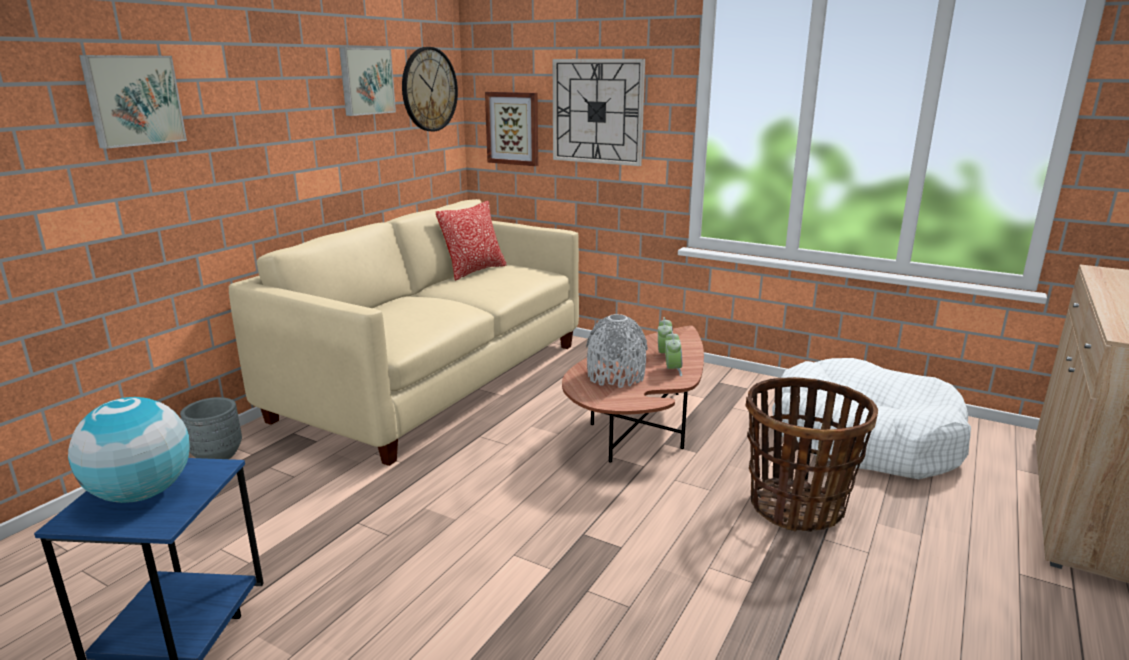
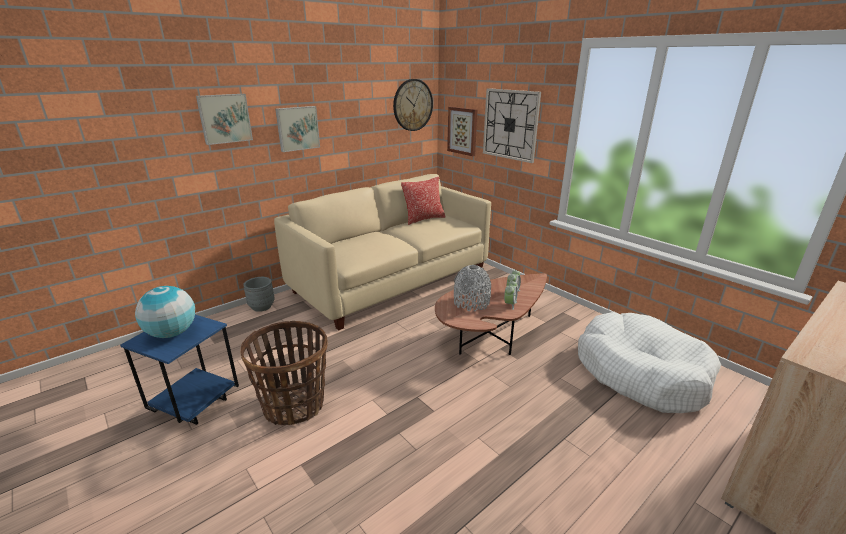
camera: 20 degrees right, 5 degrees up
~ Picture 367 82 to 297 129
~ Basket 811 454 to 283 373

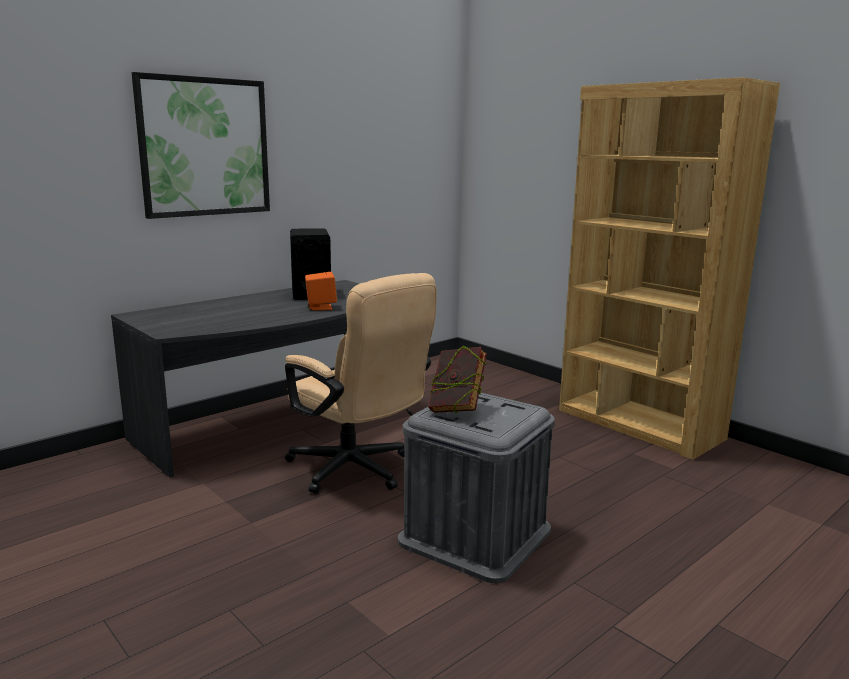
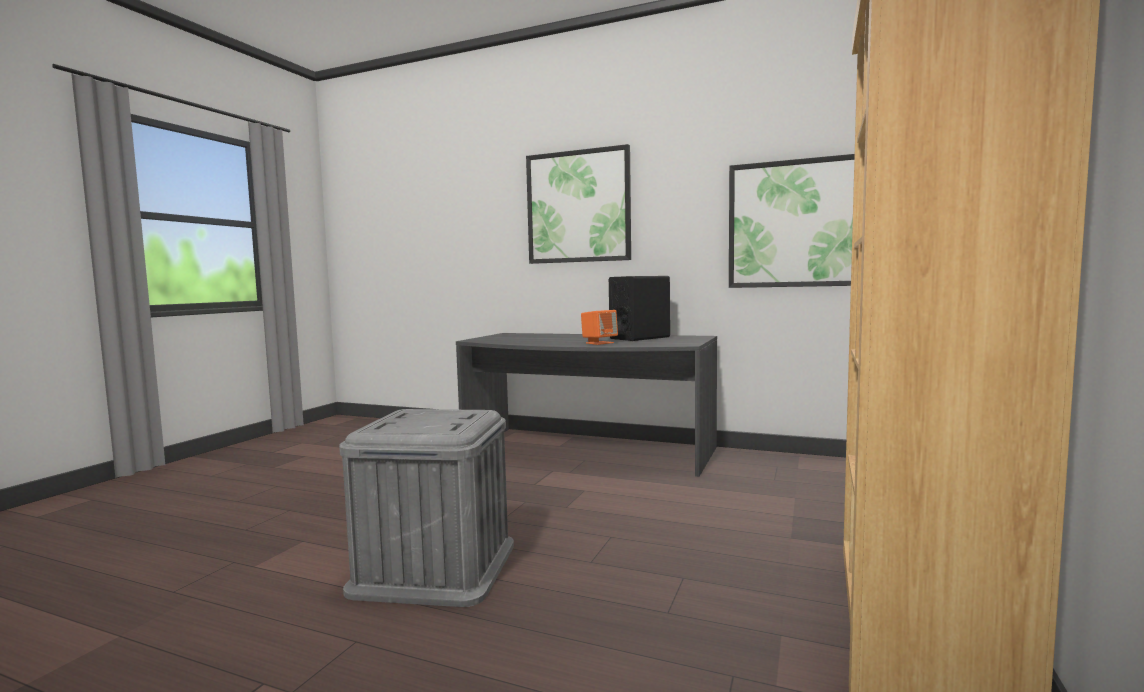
camera: 65 degrees right, 10 degrees down
- BeigeOfficeChair 361 383
- Book 457 379
+ Picture 792 221

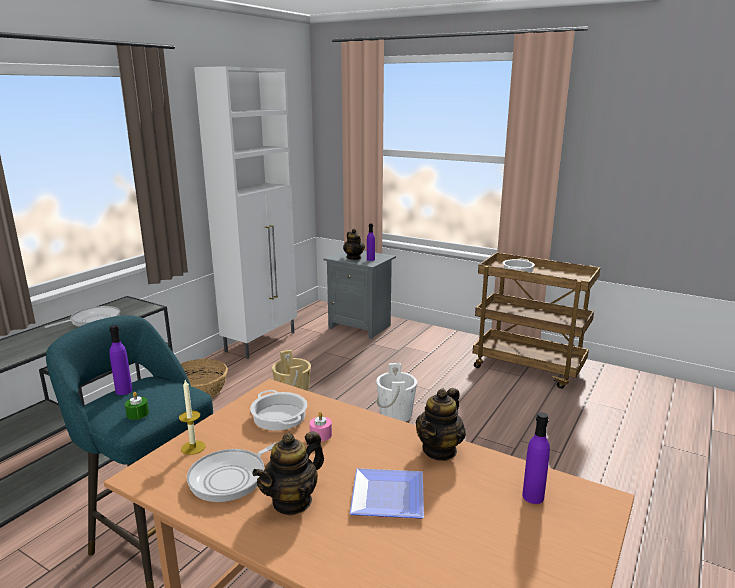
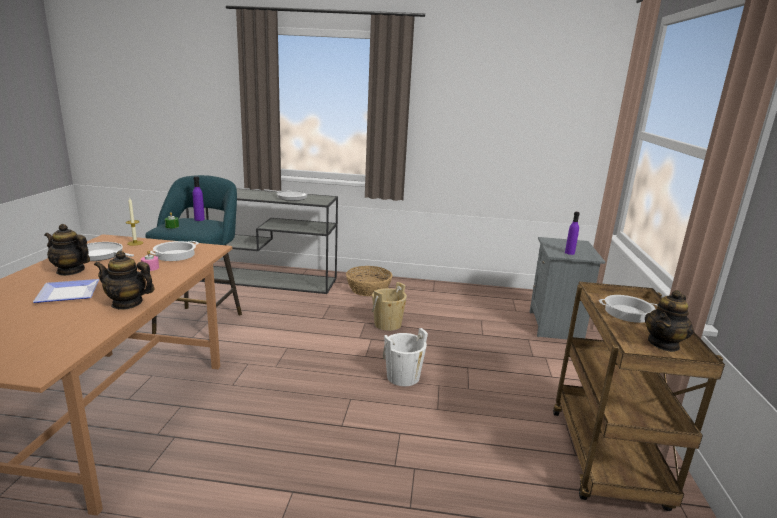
camera: 65 degrees right, 0 degrees up
- WhiteCabinet 245 212
- PurpleBottle 536 458
~ Teapot 354 244 to 669 321

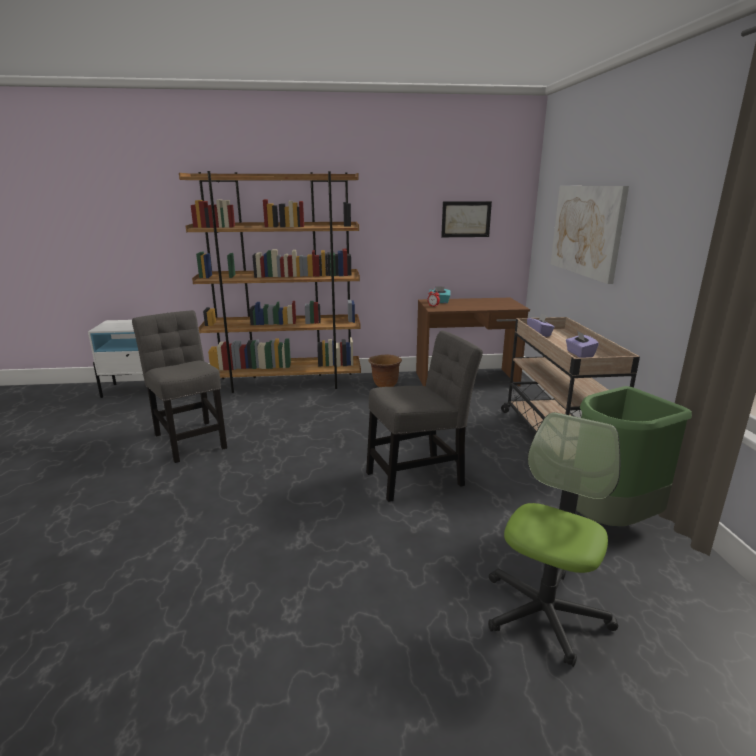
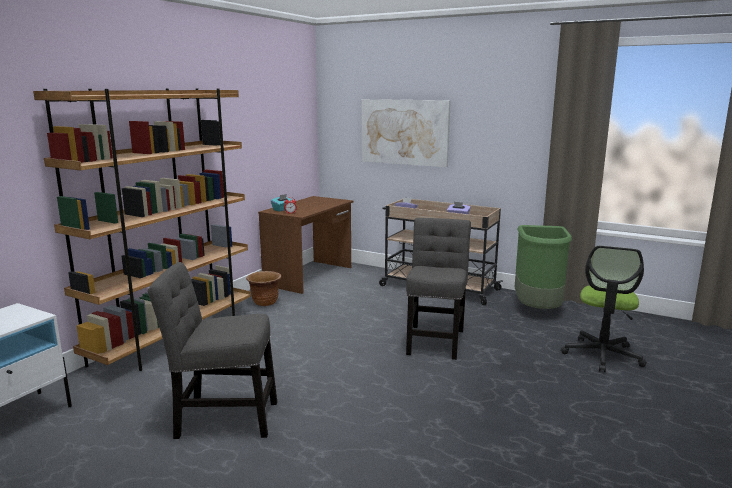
camera: 55 degrees left, 5 degrees down
- Picture 466 219
~ OfficeChair 554 539 = 604 309 135 degrees counterclockwise

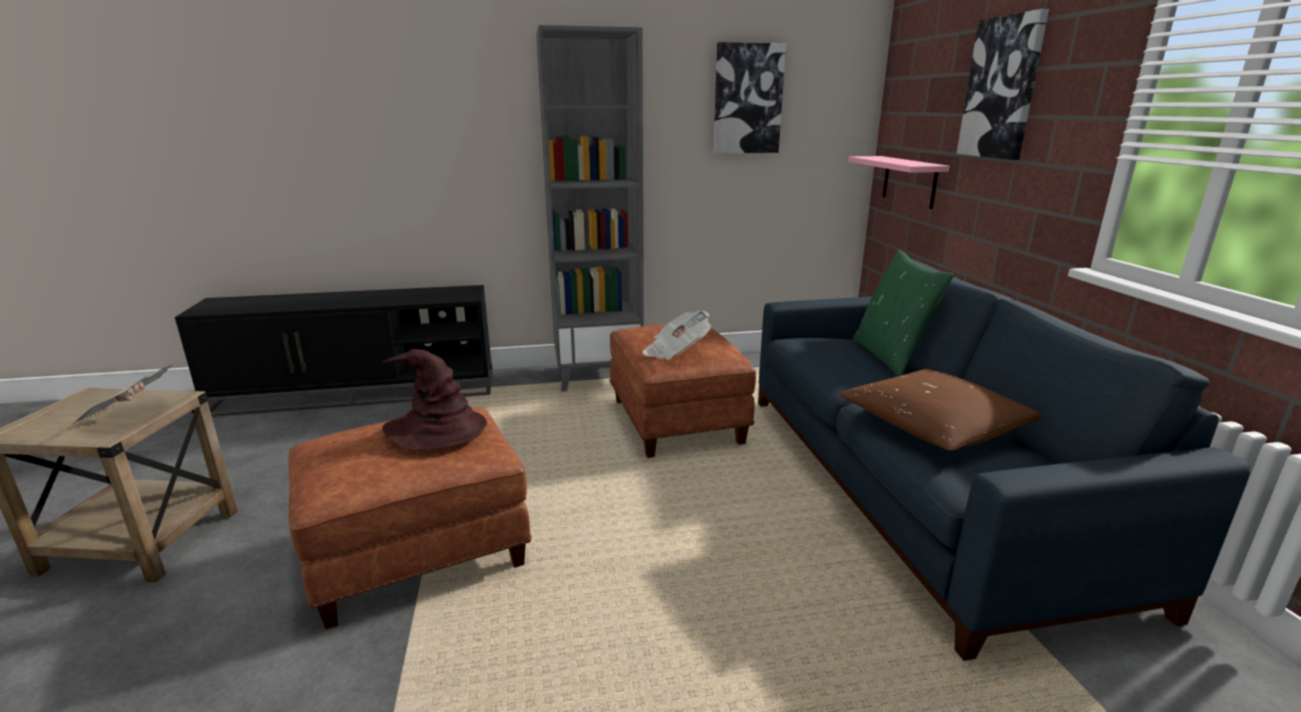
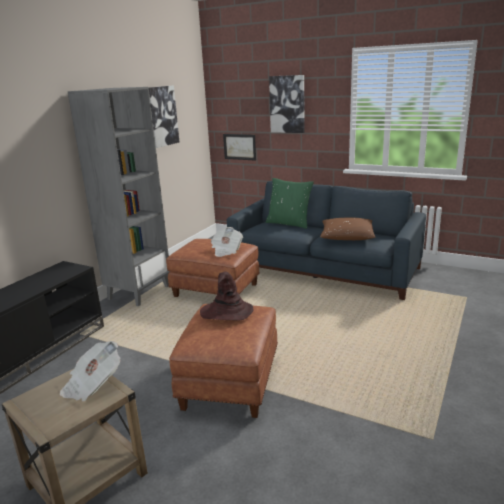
camera: 50 degrees left, 0 degrees up
~ PinkShelf 898 182 to Picture 239 147

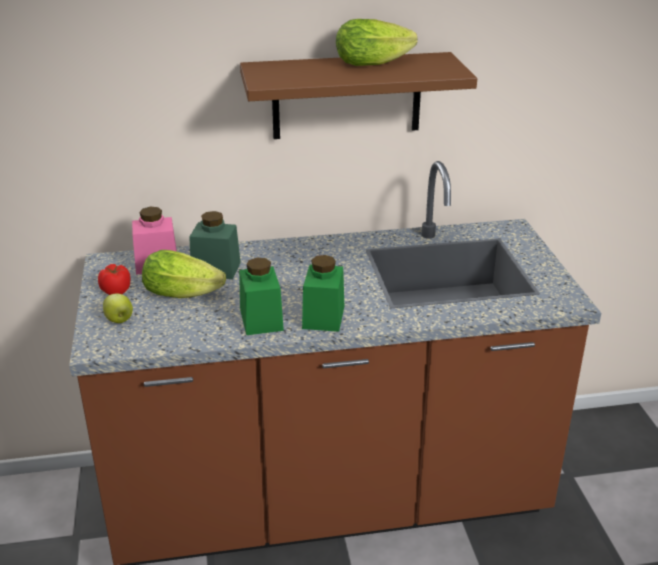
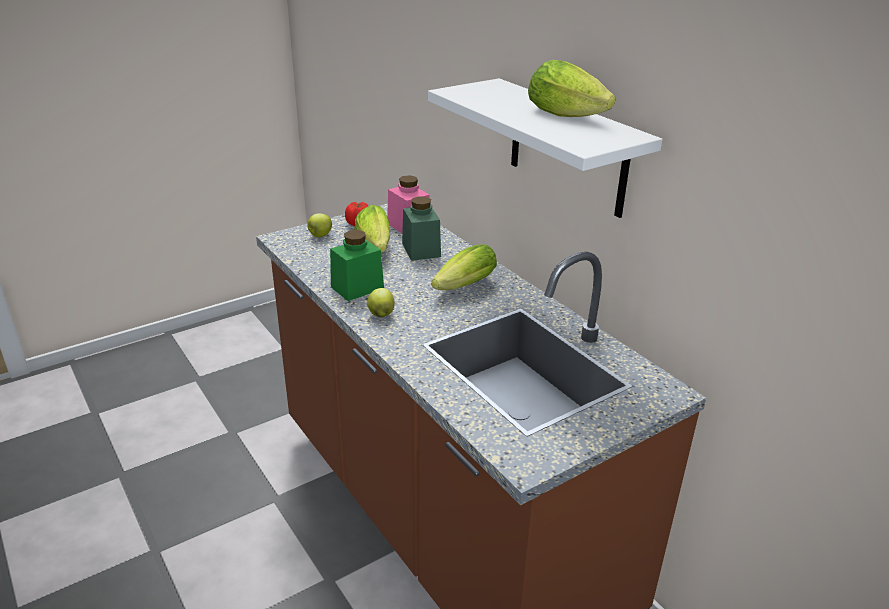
camera: 65 degrees right, 0 degrees up
+ Lettuce 464 267
~ GreenJar 323 293 to Apple 381 302
~ BrownShelf 358 95 to WhiteShelf 545 148

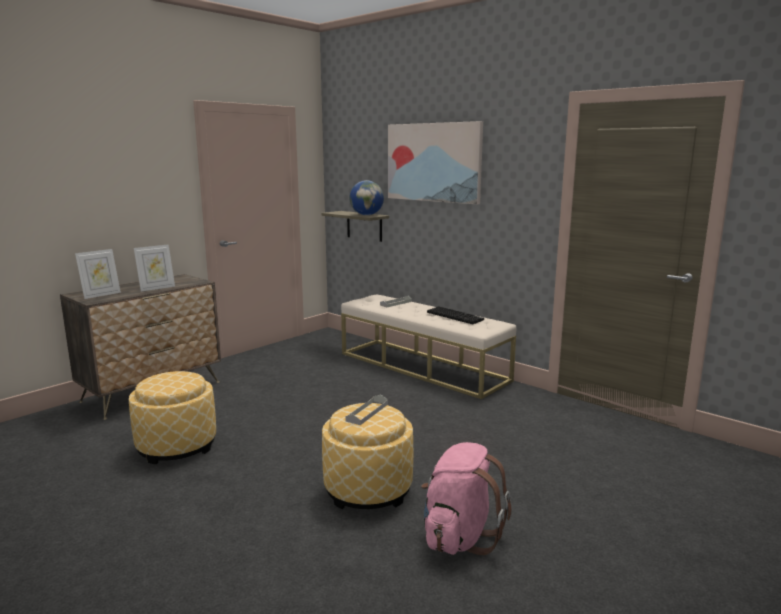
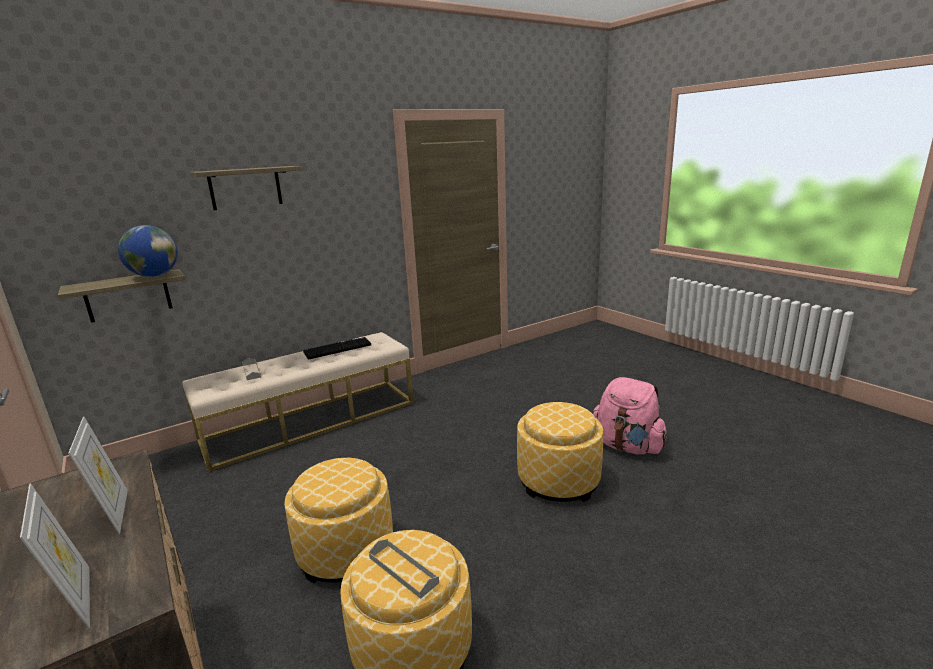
camera: 75 degrees left, 5 degrees up
+ Ottoman 338 521
~ GreyTray 366 409 to 404 569
~ Picture 435 162 to Shelf 246 188

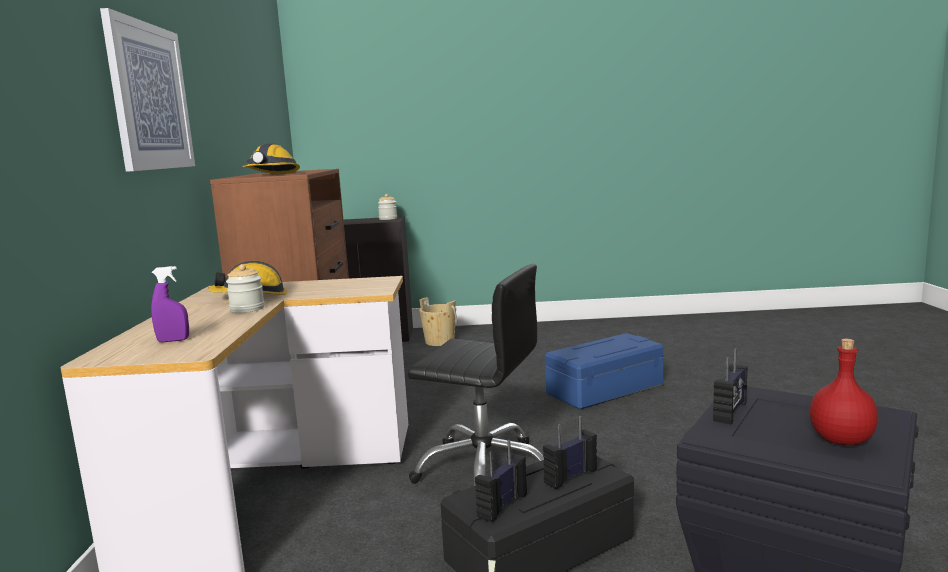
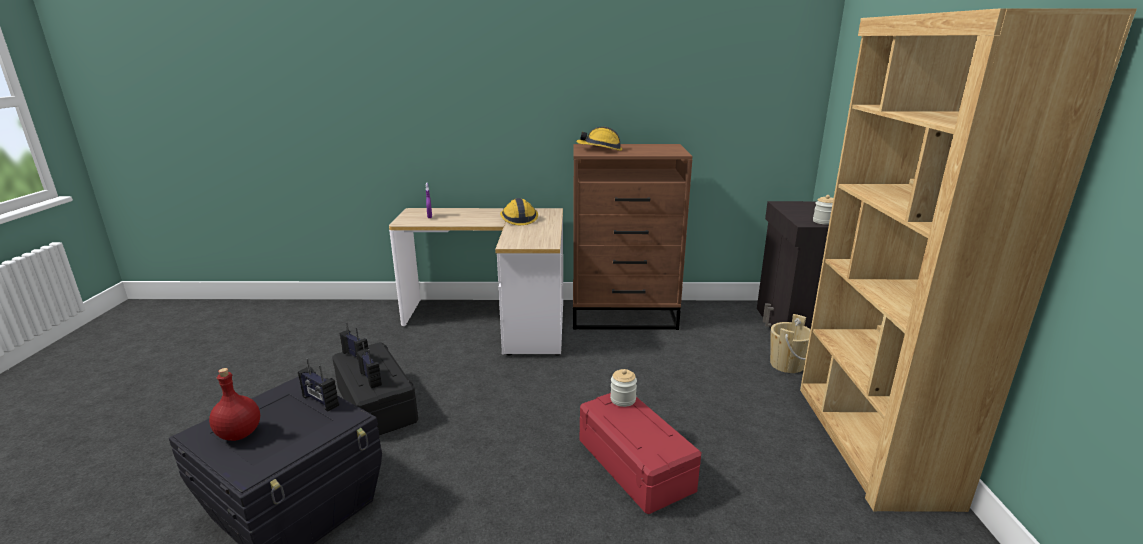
camera: 90 degrees right, 10 degrees up
- Picture 147 90
- BlackOfficeChair 476 375
+ BrownBookcase 968 260
~ Jar 245 288 to 623 388
~ BlueStorageBox 604 371 to RedStorageBox 640 453

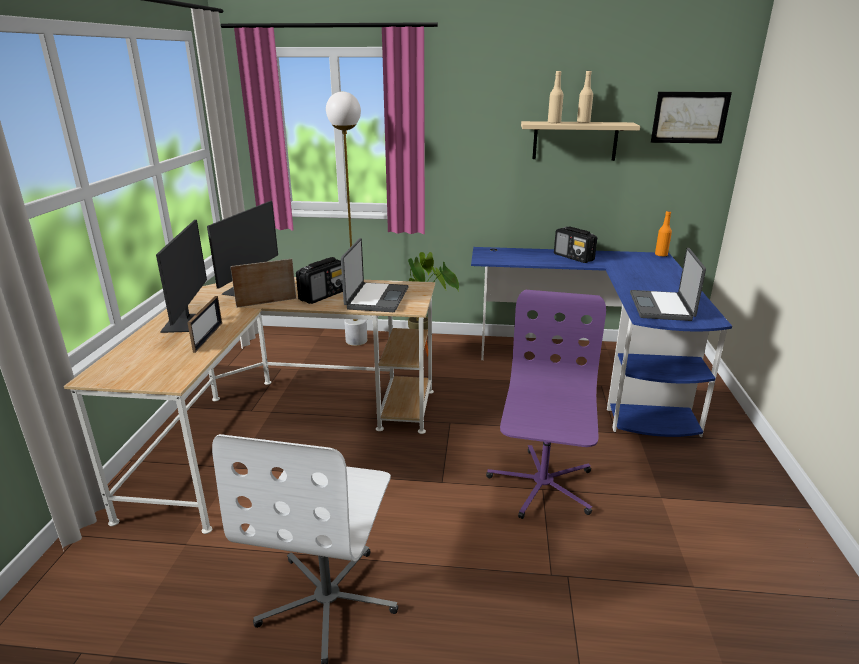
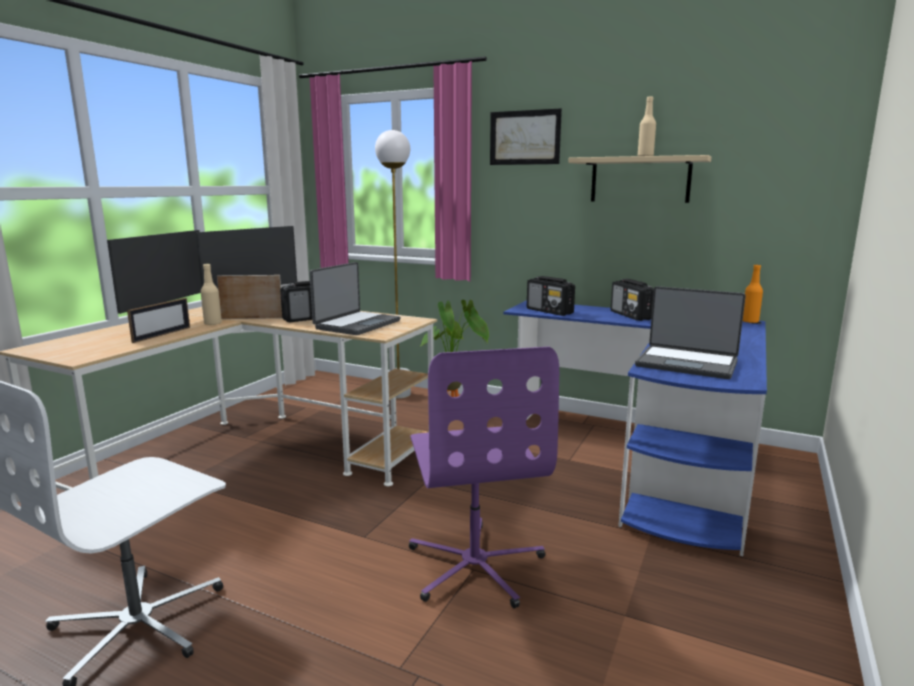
camera: 20 degrees right, 10 degrees down
+ Radio 551 296
~ BeigeBottle 555 97 to 211 294
~ Picture 691 118 to 526 136
~ PurpleOfficeChair 546 404 = 484 477 135 degrees clockwise
~ Laptop 668 284 = 690 332 90 degrees counterclockwise

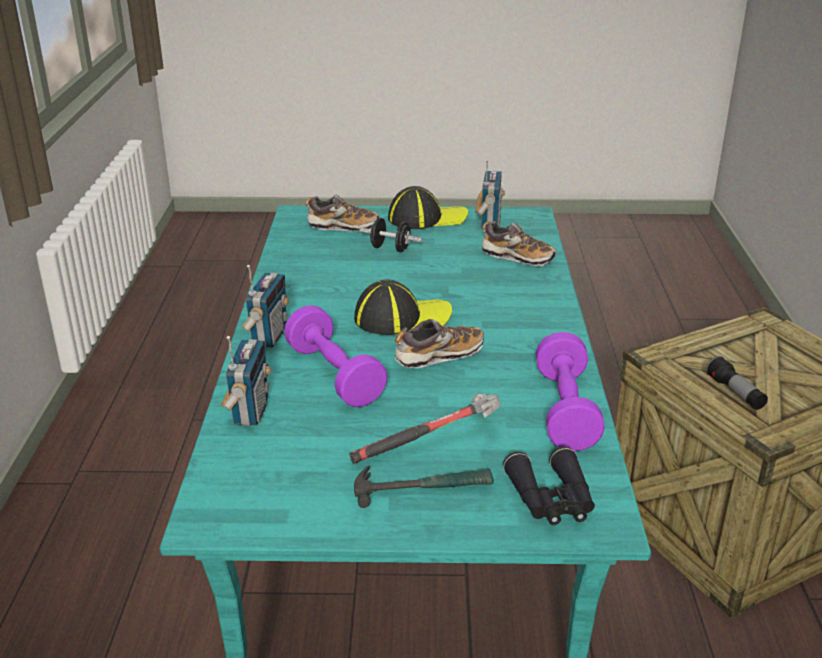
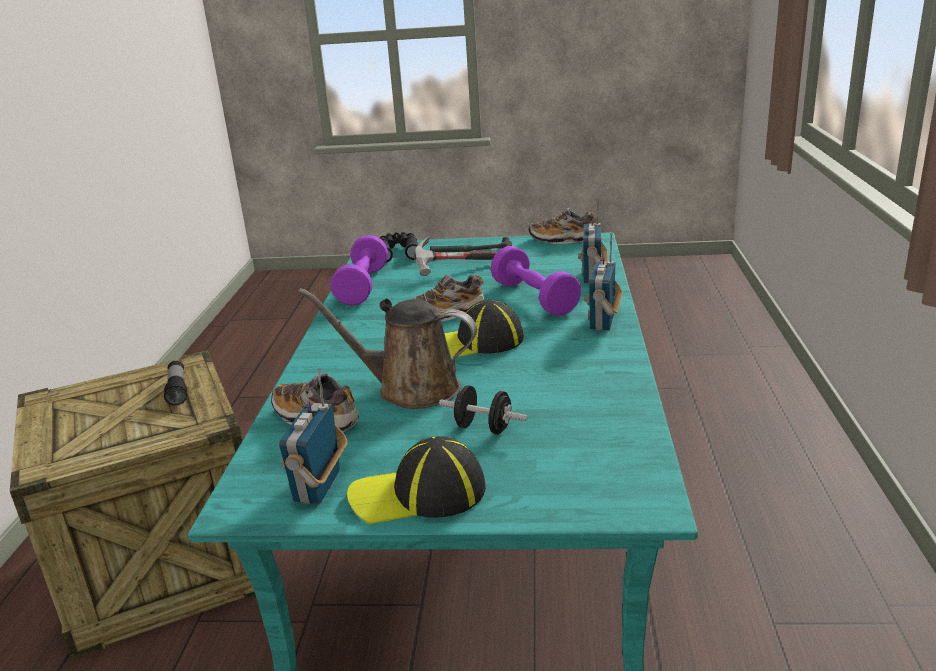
camera: 175 degrees left, 5 degrees down
+ BrownWateringCan 387 348
~ Shoe 342 213 to 562 226

